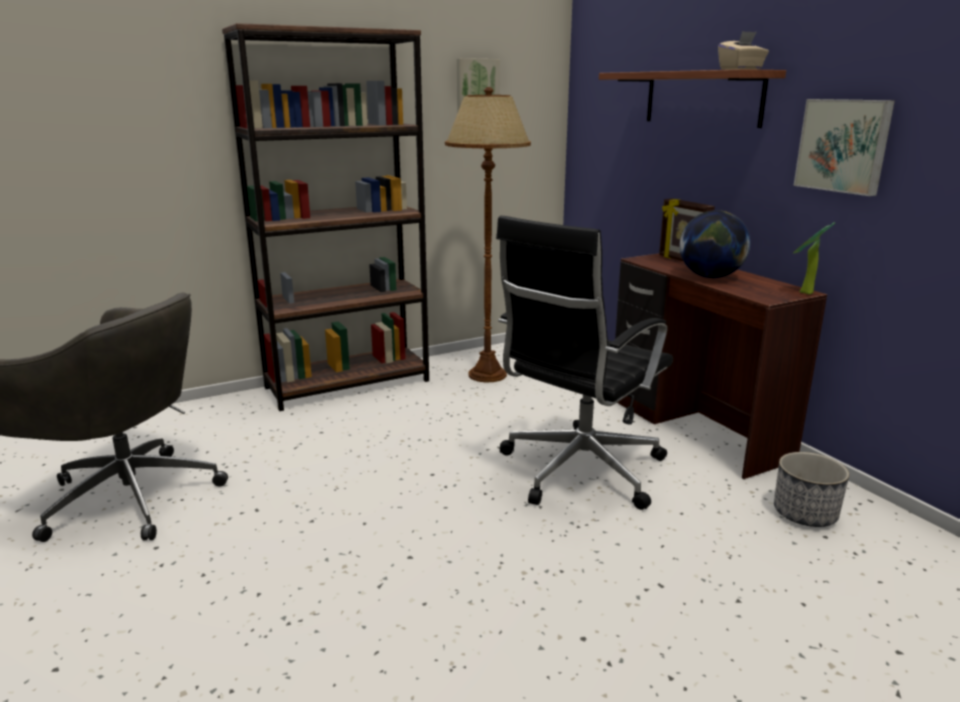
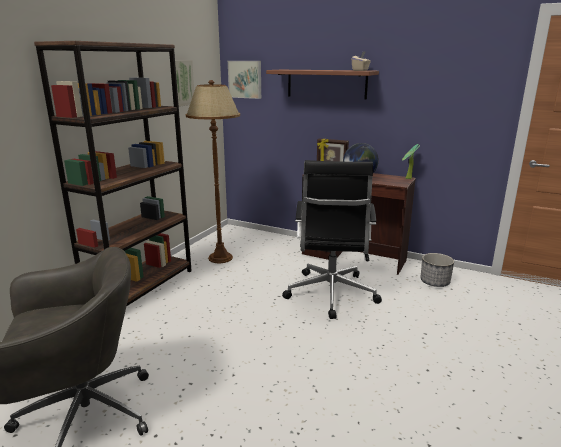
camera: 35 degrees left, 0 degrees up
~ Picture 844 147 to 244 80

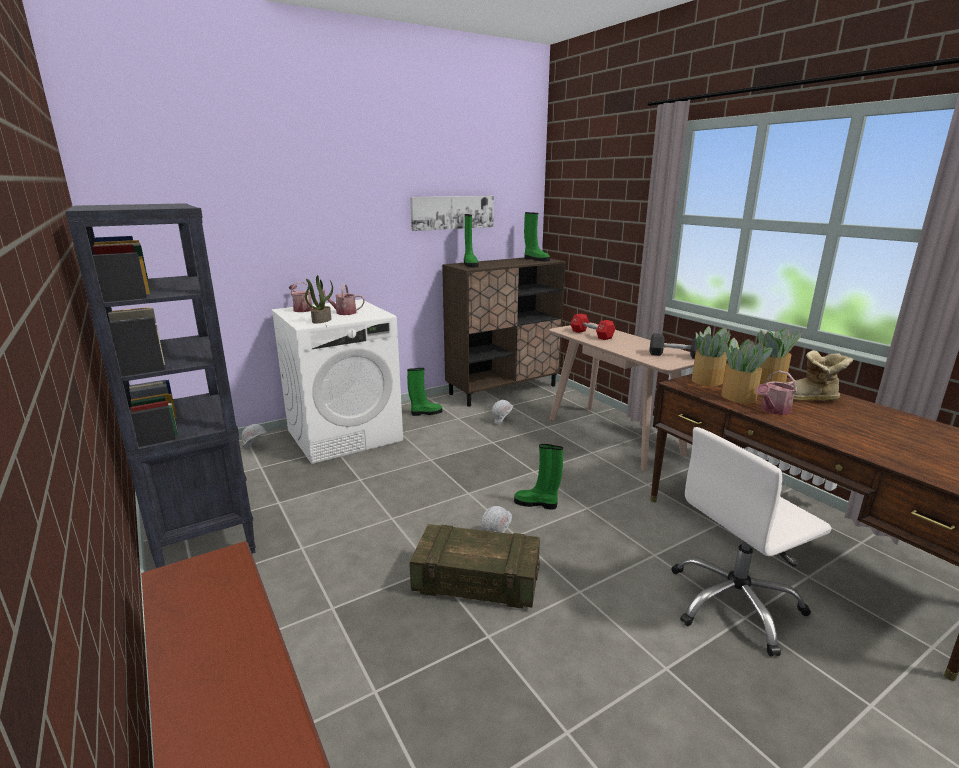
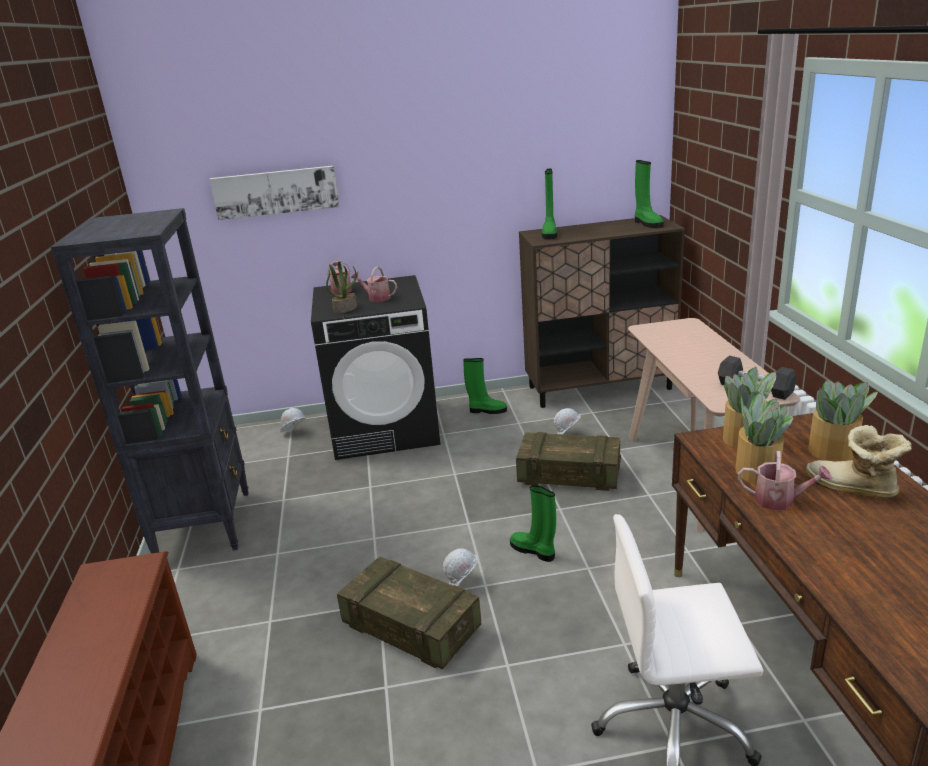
camera: 25 degrees right, 5 degrees up
- RedDumbbell 593 327
+ Crate 568 461
~ Picture 452 213 to 274 193
~ WhiteWashingMachine 337 381 to BlackWashingMachine 375 367
~ WateringCan 776 392 = 785 480 150 degrees counterclockwise

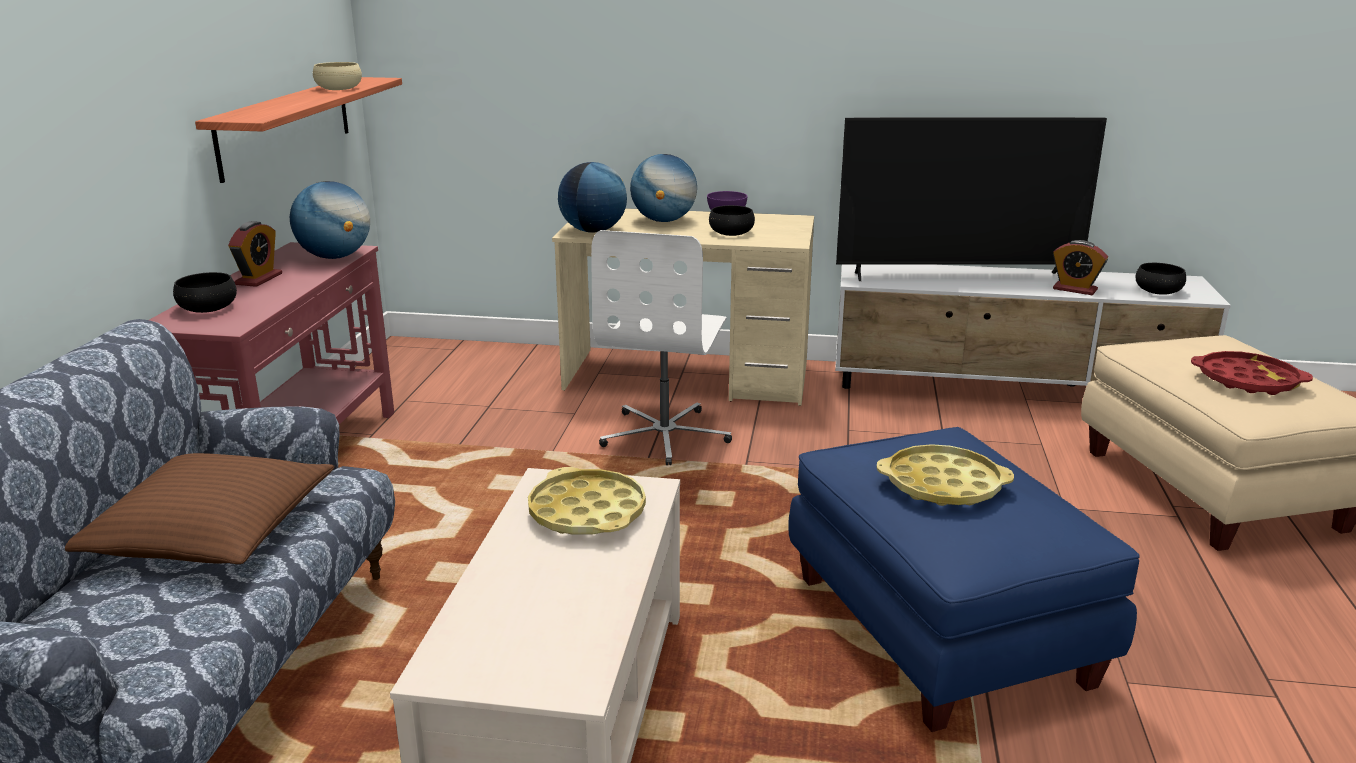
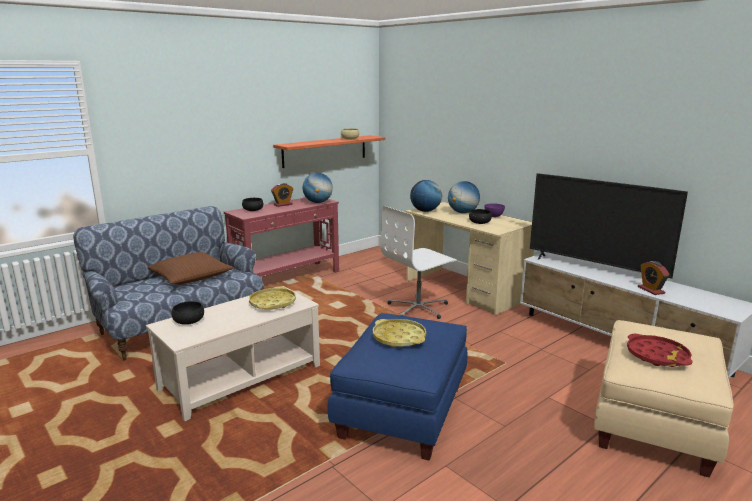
camera: 40 degrees right, 5 degrees down
~ BlackBowl 1161 279 to 188 313

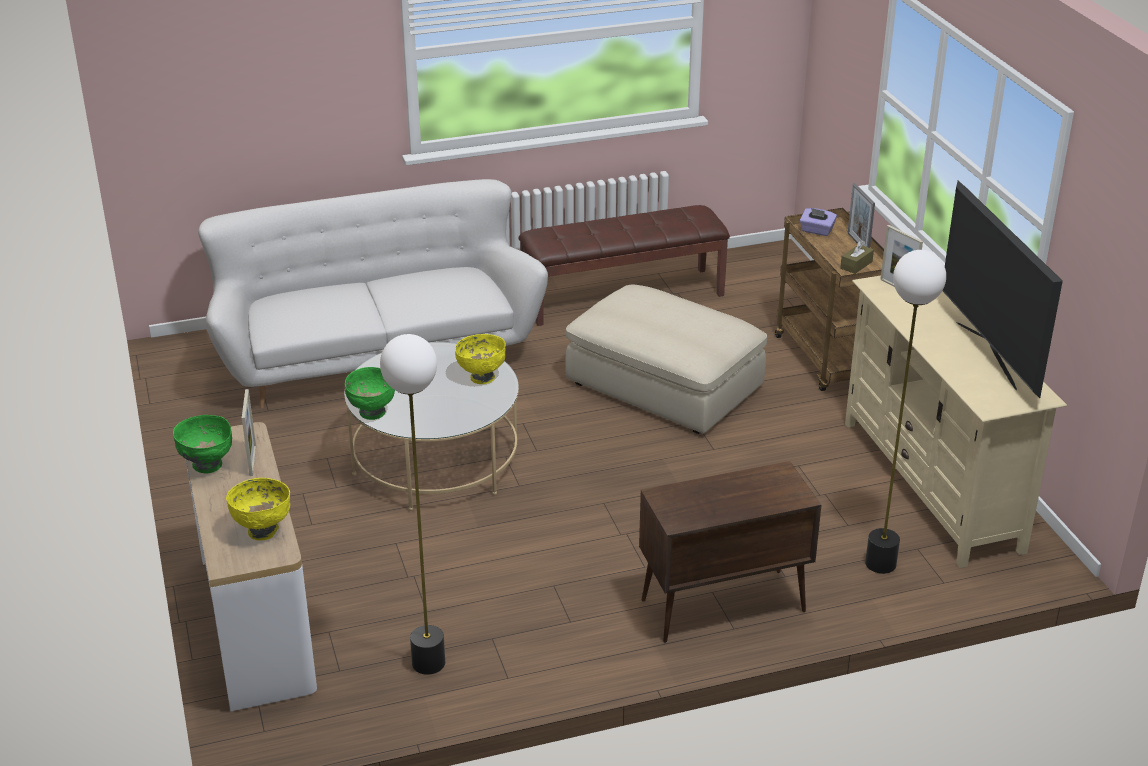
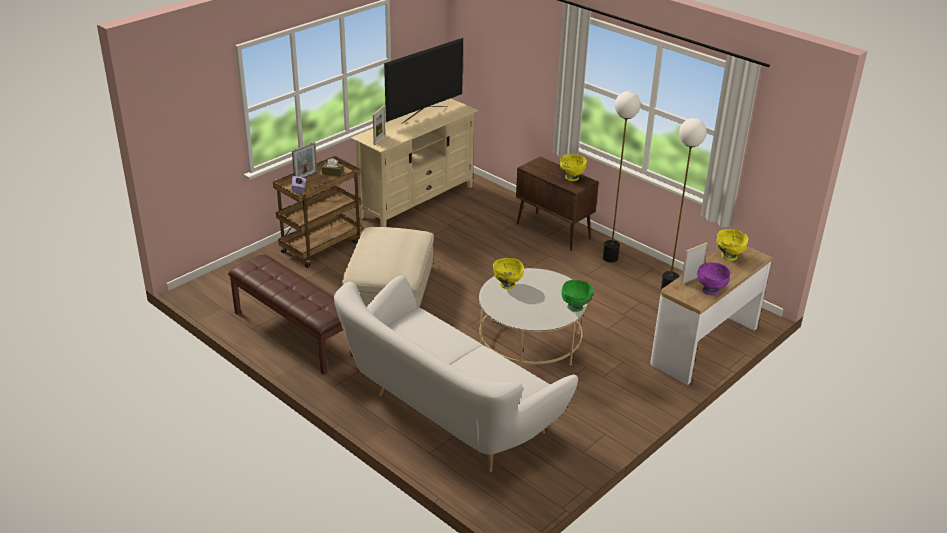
camera: 120 degrees left, 0 degrees up
+ YellowBowl 573 167
~ FloorLamp 905 412 to 622 176
~ GreenBowl 202 444 to PurpleBowl 713 278

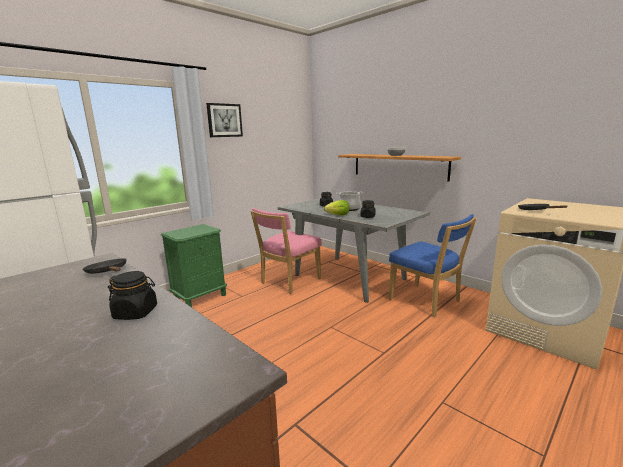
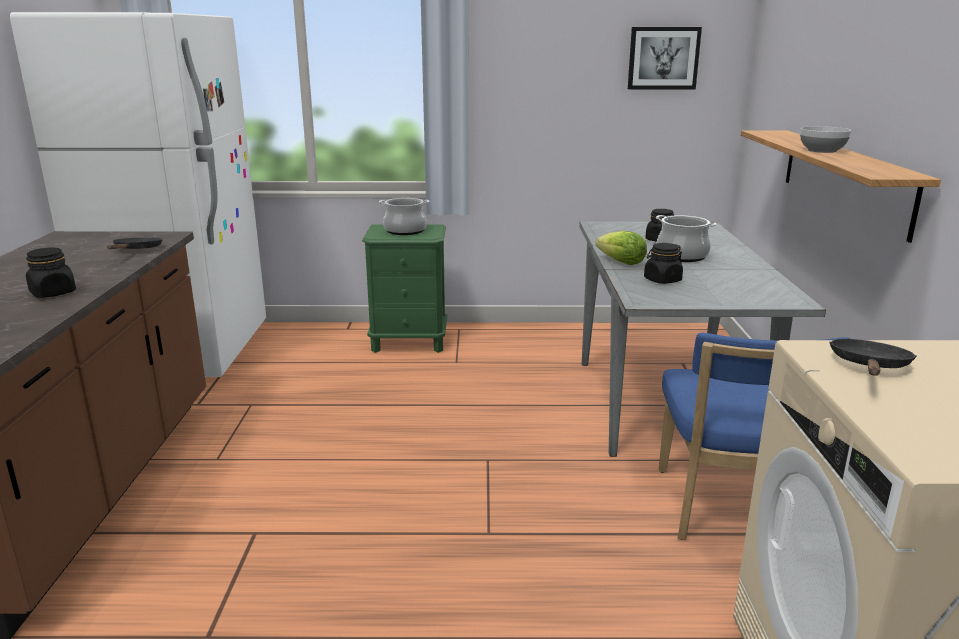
camera: 45 degrees right, 5 degrees up
- PinkChair 286 251
+ CookingPot 404 216
~ Picture 224 120 to 665 58

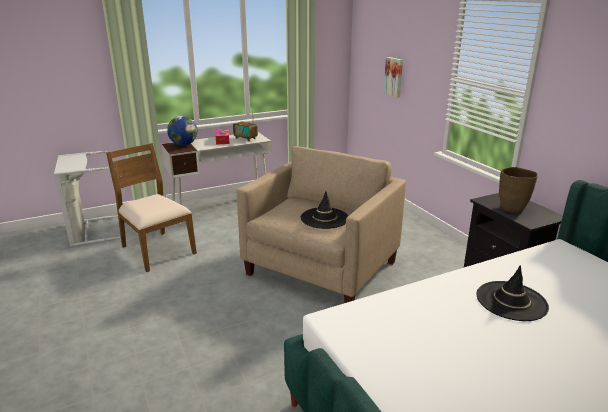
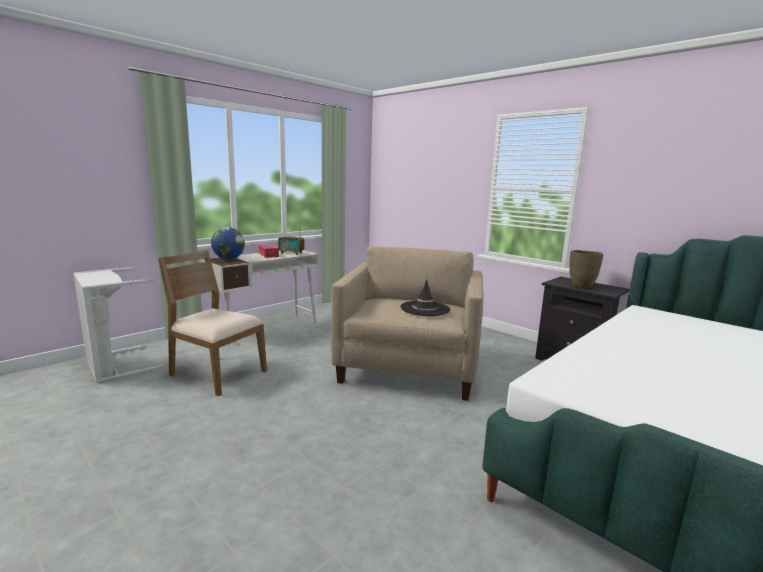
camera: 20 degrees left, 10 degrees down
- Picture 393 77
- BlackHat 512 293

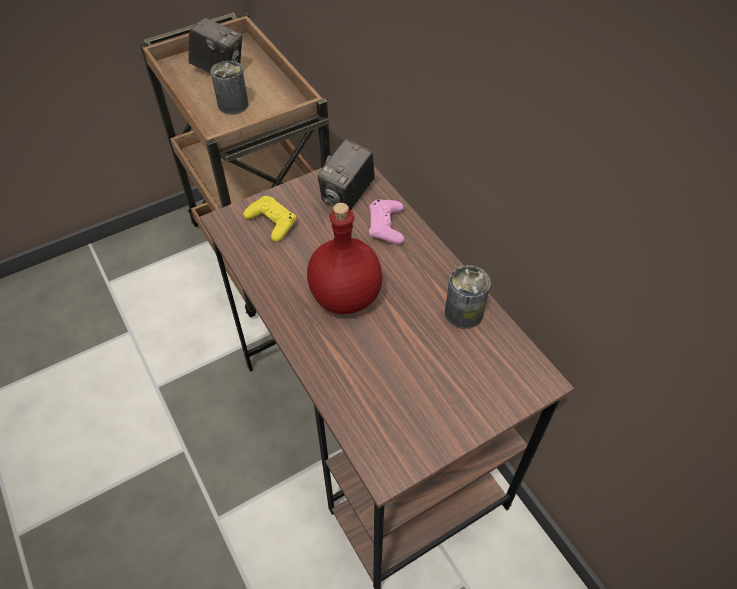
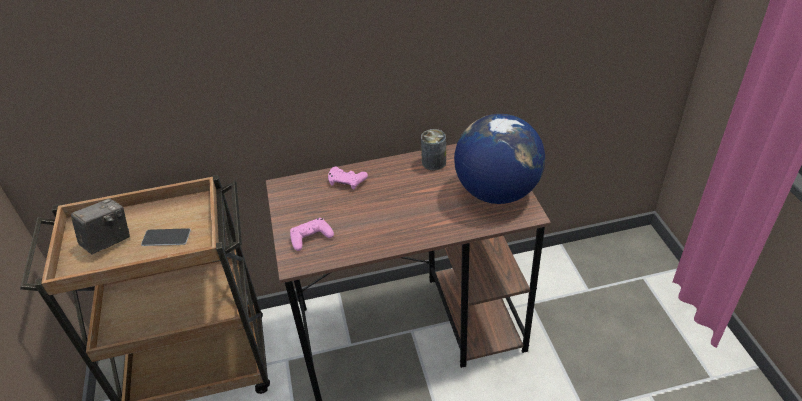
camera: 70 degrees left, 10 degrees down
- RedBottle 345 258
- PhotoCamera 346 174
+ Globe 499 159
~ Can 230 88 to Phone 166 237
~ YellowGameController 270 219 to PinkGameController 312 234

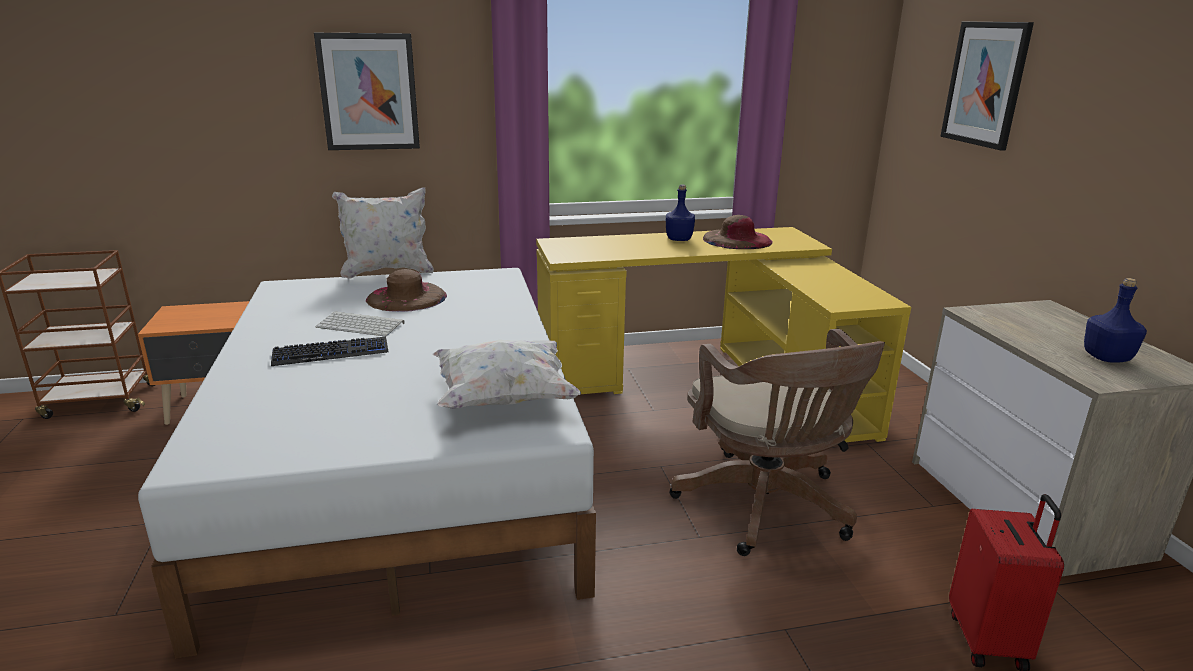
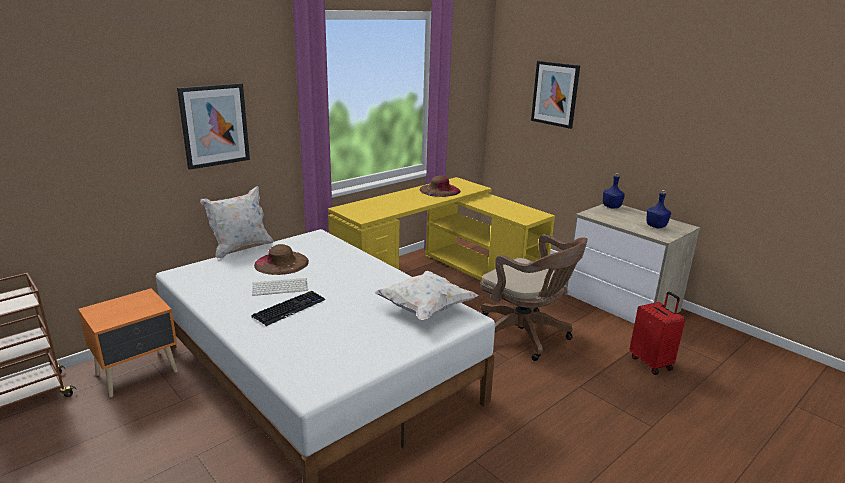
camera: 30 degrees left, 0 degrees up
~ BlueBottle 680 213 to 614 191

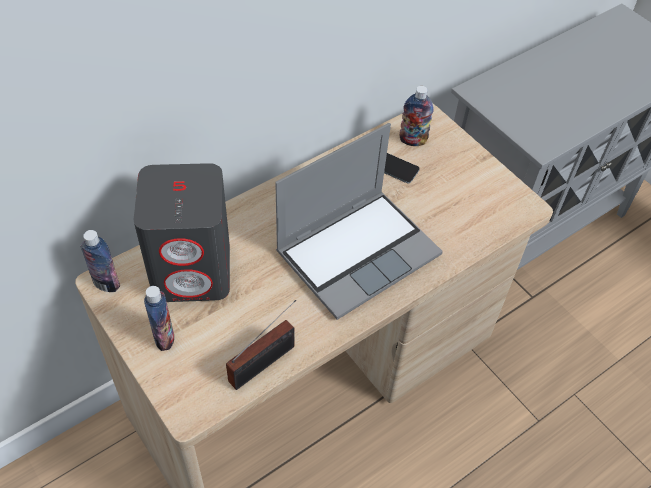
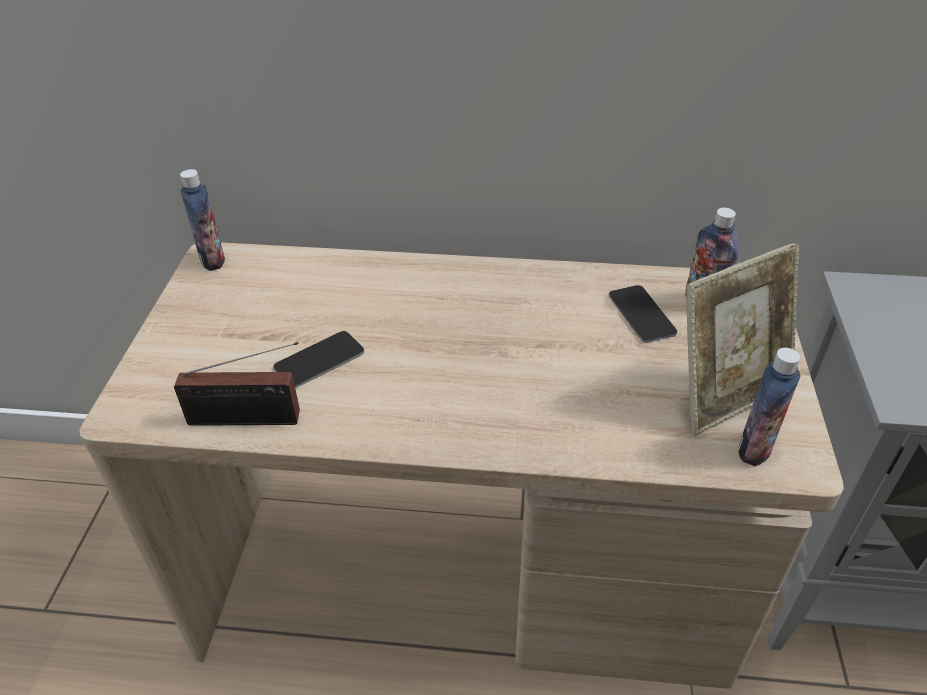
camera: 45 degrees right, 10 degrees down
- GreySpeaker 182 232
- Laptop 359 221
+ Phone 318 359
+ PictureFrame 742 339
~ Bottle 159 318 to 769 407

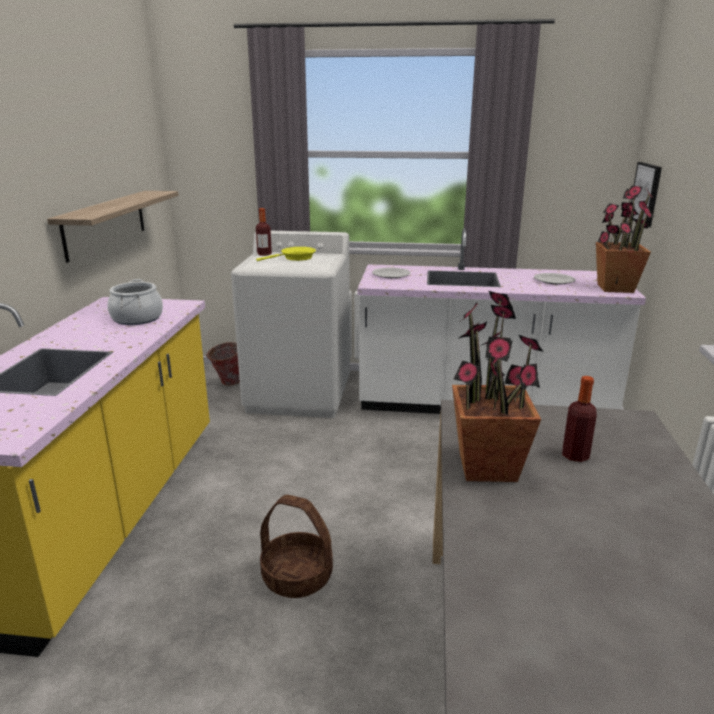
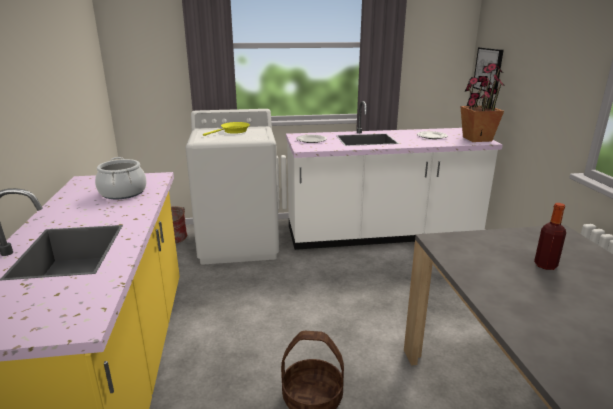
camera: 15 degrees left, 0 degrees up
- Shelf 113 227
- Bottle 264 232
- PottedPlant 498 386

